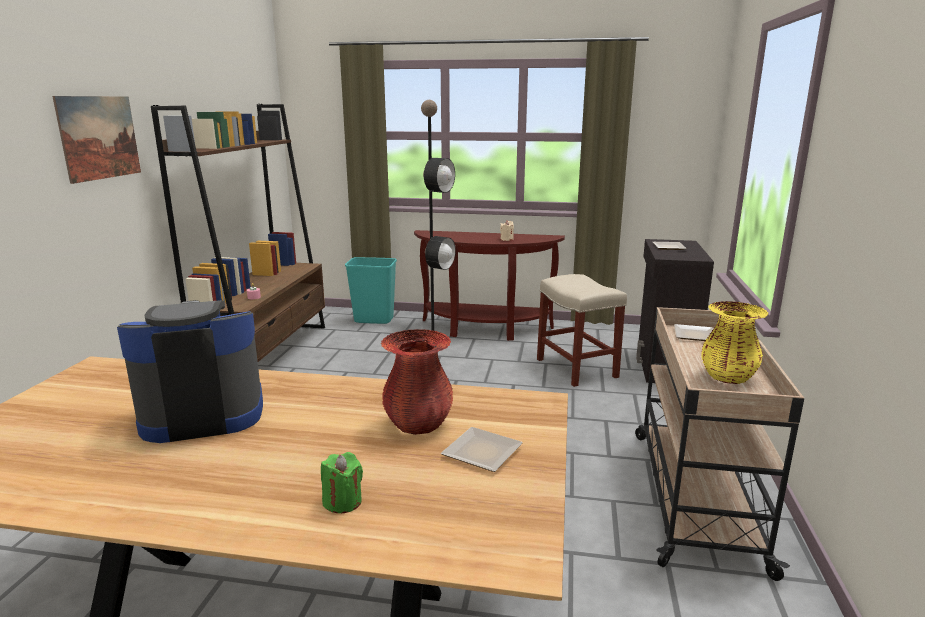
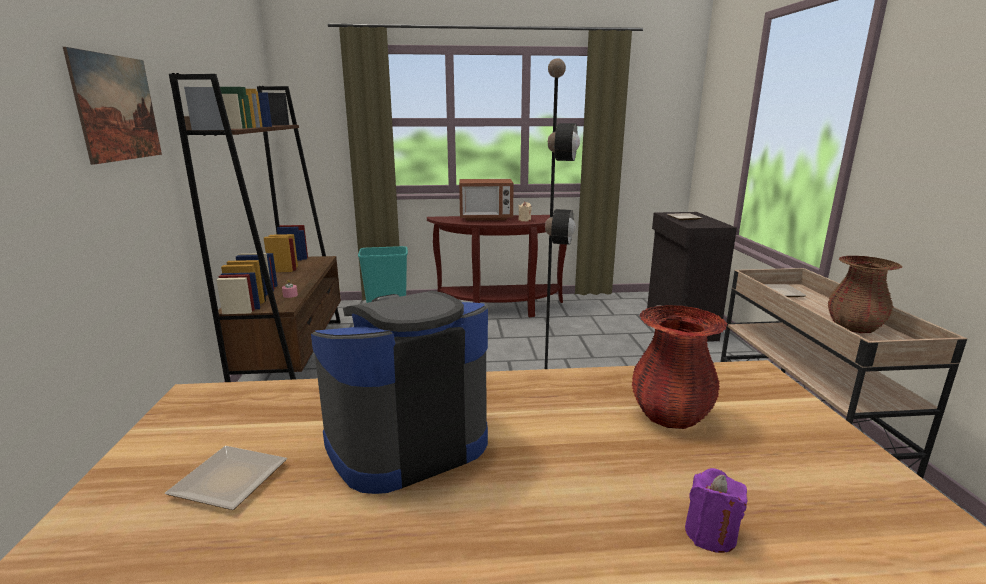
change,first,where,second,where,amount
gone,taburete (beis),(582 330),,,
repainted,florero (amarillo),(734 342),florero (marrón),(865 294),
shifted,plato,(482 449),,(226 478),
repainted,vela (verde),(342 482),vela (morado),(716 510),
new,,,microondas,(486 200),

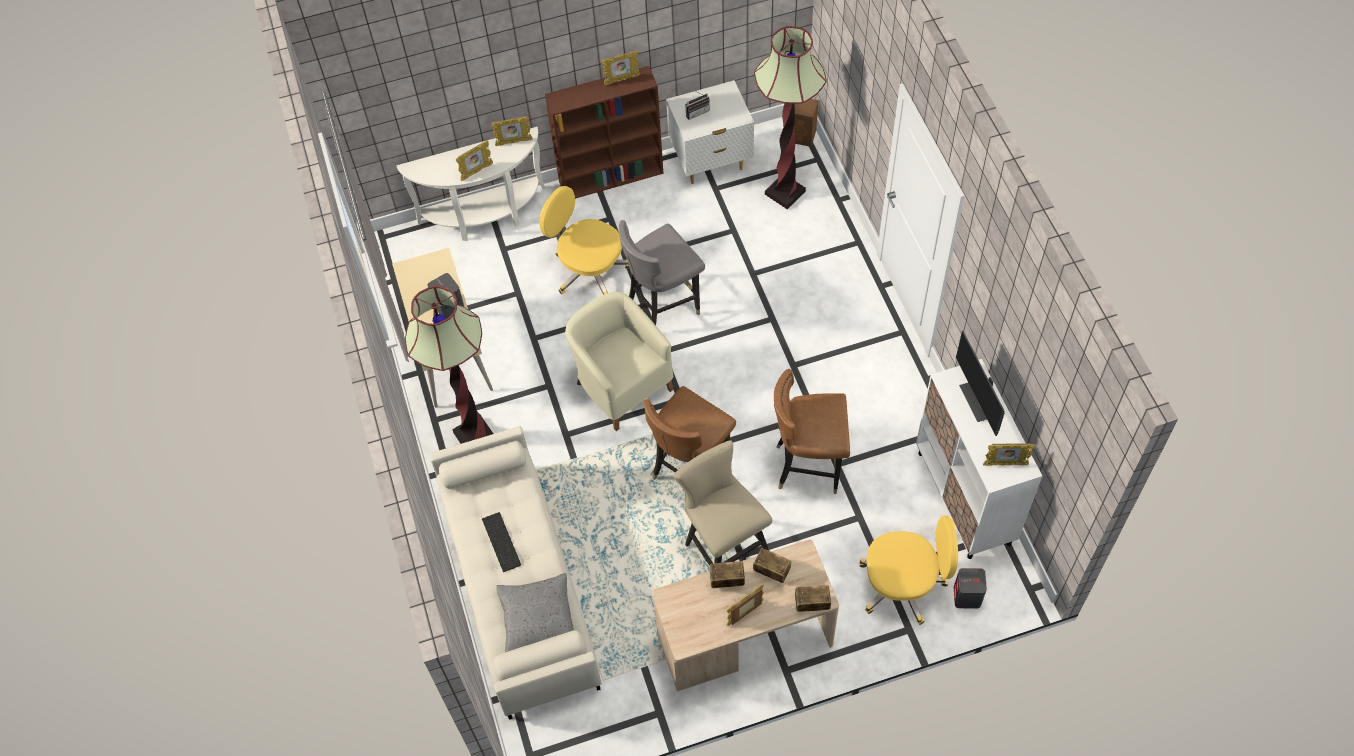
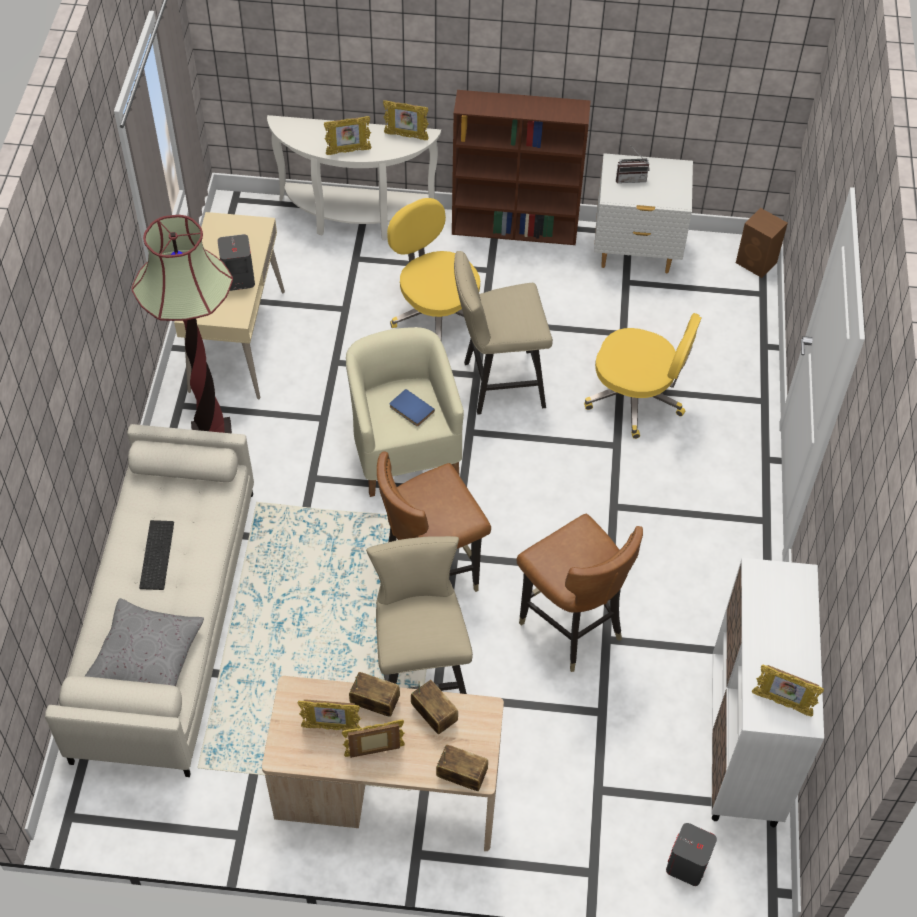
change,first,where,second,where,amount
gone,lámpara de pie,(790 117),,,
shifted,portarretratos,(620 67),,(329 714),
swapped,silla (gris),(662 272),taburete (beis),(503 333),
gone,monitor,(980 383),,,
rotated,silla (marrón),(812 431),,(579 593),150 degrees counterclockwise
shifted,silla de oficina (amarillo),(909 570),,(643 376),
new,,,libro (azul),(412 407),

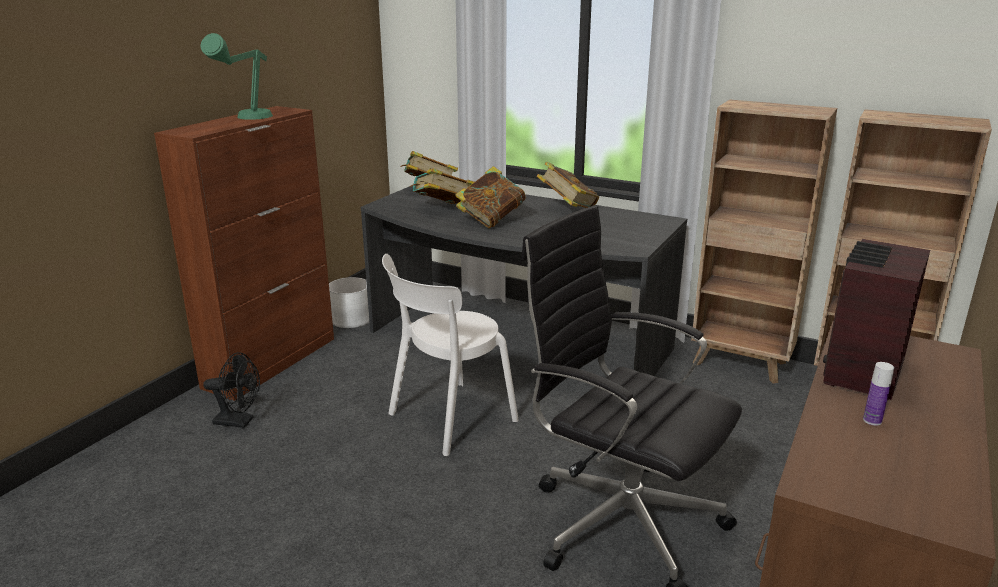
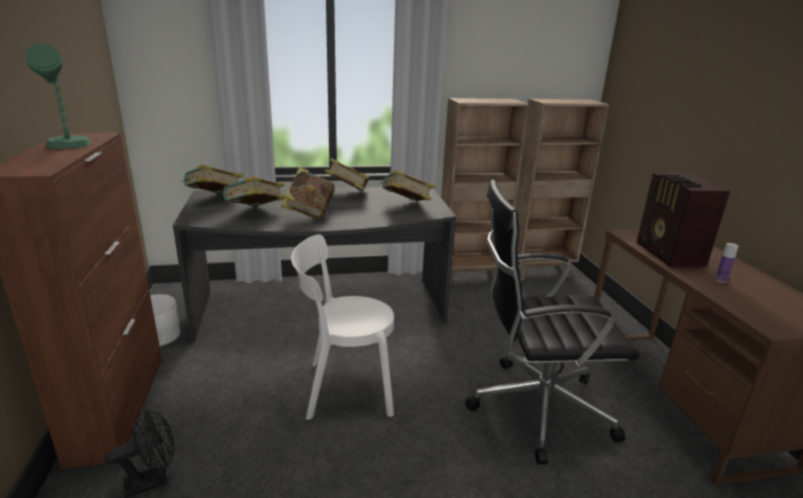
change,first,where,second,where,amount
rotated,silla (blanco),(450 355),,(342 327),75 degrees clockwise
new,,,libro,(407 185),

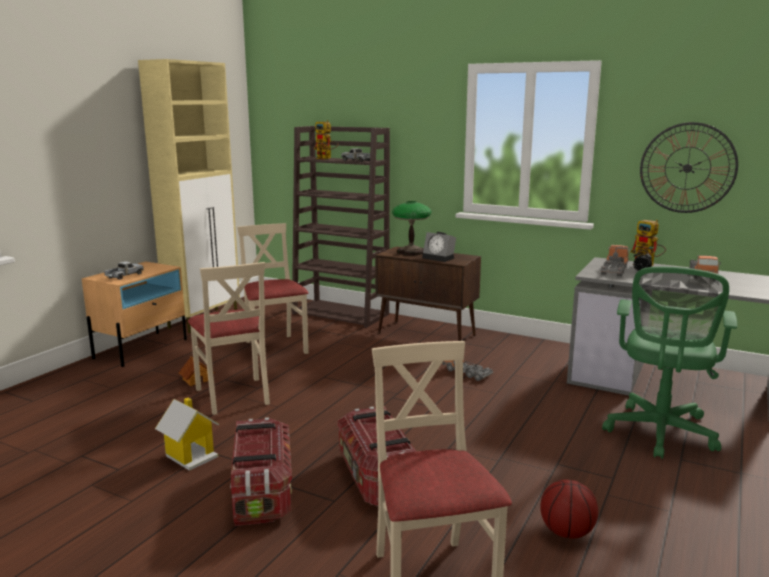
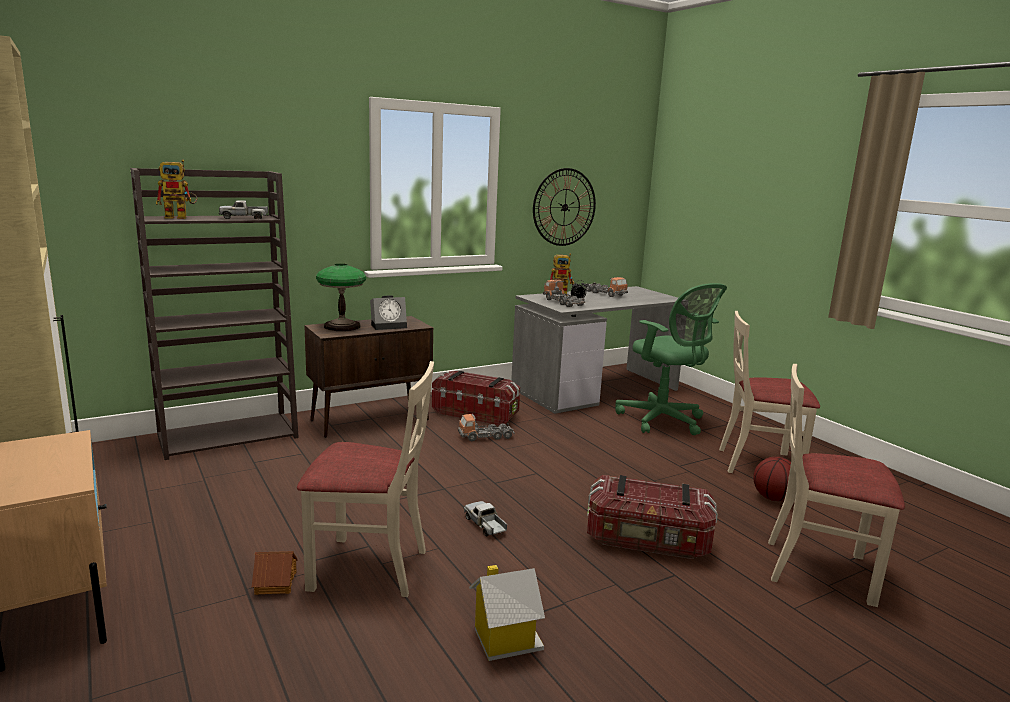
change,first,where,second,where,amount
shifted,silla (beis),(273 288),,(769 392),
shifted,camión de juguete,(124 271),,(485 518),
shifted,caja de almacenaje,(261 471),,(476 398),

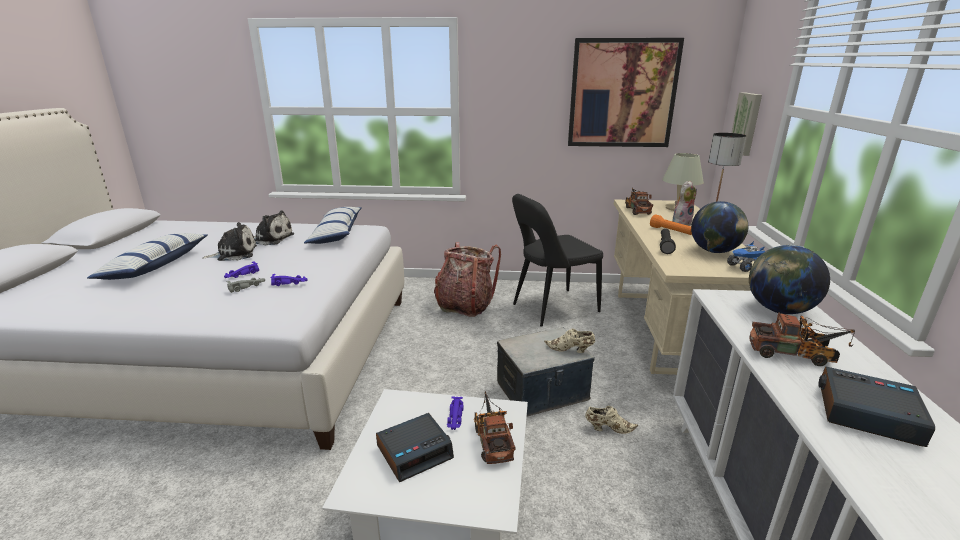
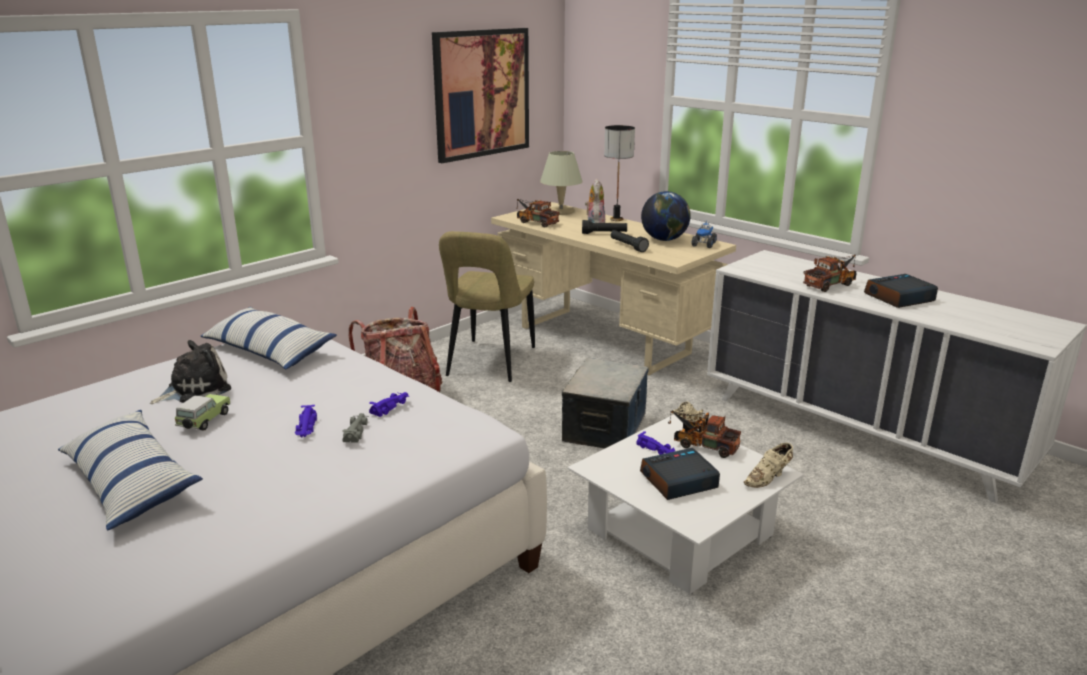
change,first,where,second,where,amount
gone,cuadro,(746 124),,,
repainted,silla (negro),(557 260),silla (beis),(487 306),
repainted,linterna (naranja),(671 224),linterna (negro),(604 227),
swapped,peluche,(229 241),coche de juguete,(202 412),
gone,globo terráqueo,(789 279),,,
shifted,zapato (beis),(569 341),,(768 465),
rotated,despertador,(415 447),,(680 474),120 degrees counterclockwise

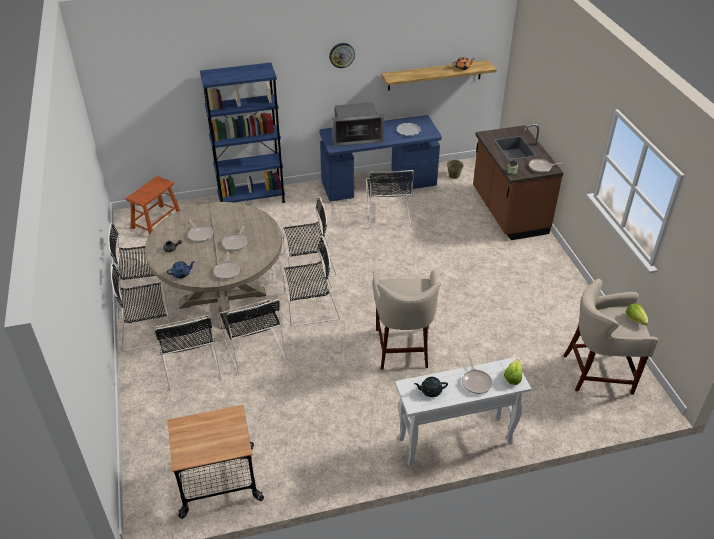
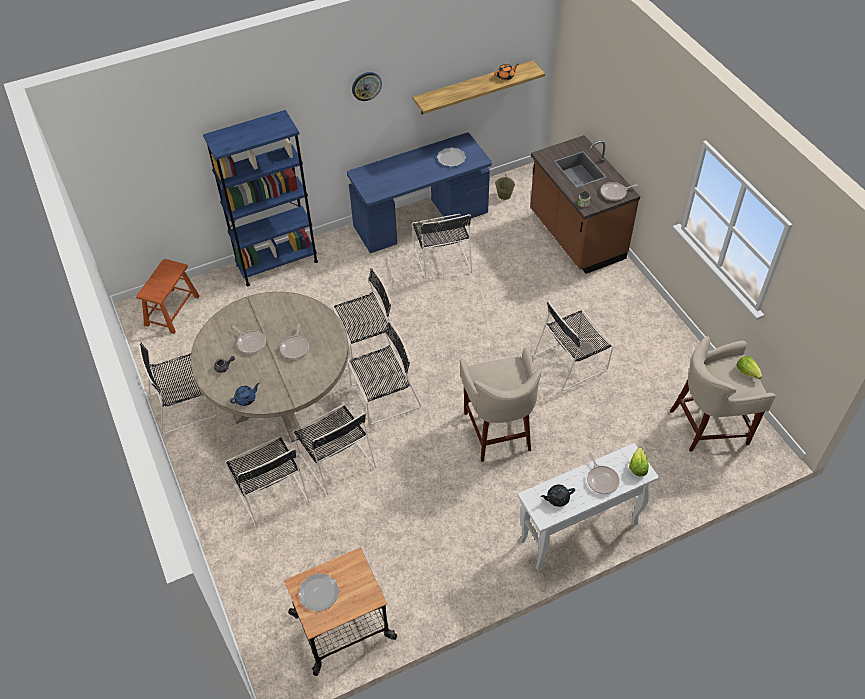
change,first,where,second,where,amount
gone,microondas,(358 124),,,
gone,sartén,(227 266),,,
shifted,silla (negro),(142 307),,(573 346),
new,,,plato,(318 592),

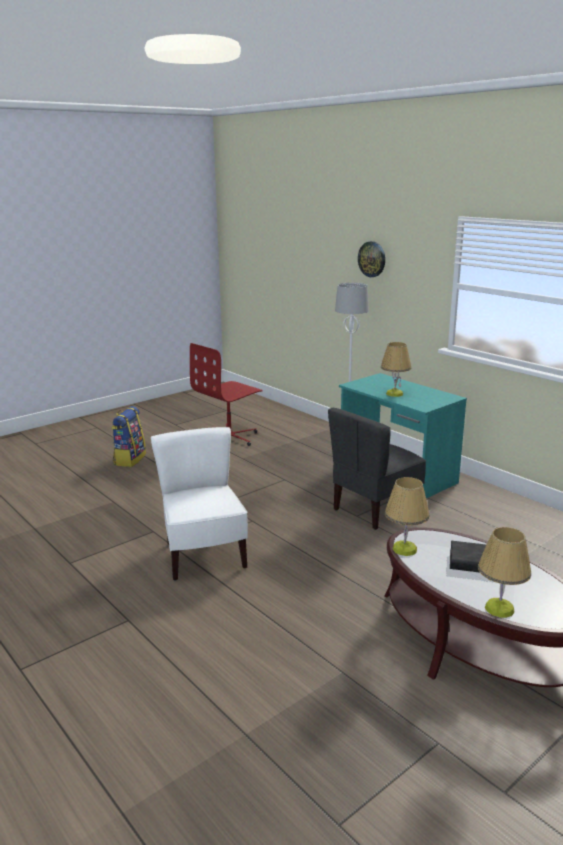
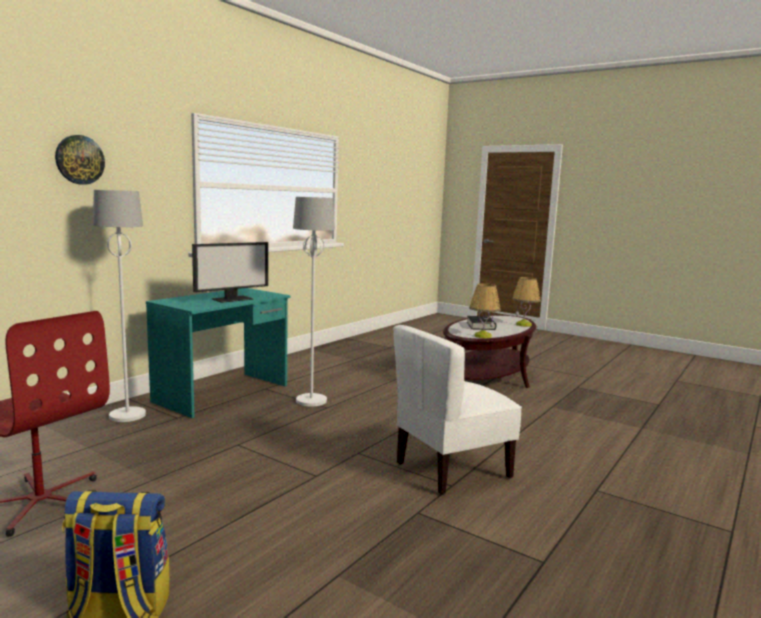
change,first,where,second,where,amount
swapped,lámpara de mesa,(396 369),monitor,(230 272),
swapped,silla (gris),(377 469),lámpara de pie (blanco),(314 302),

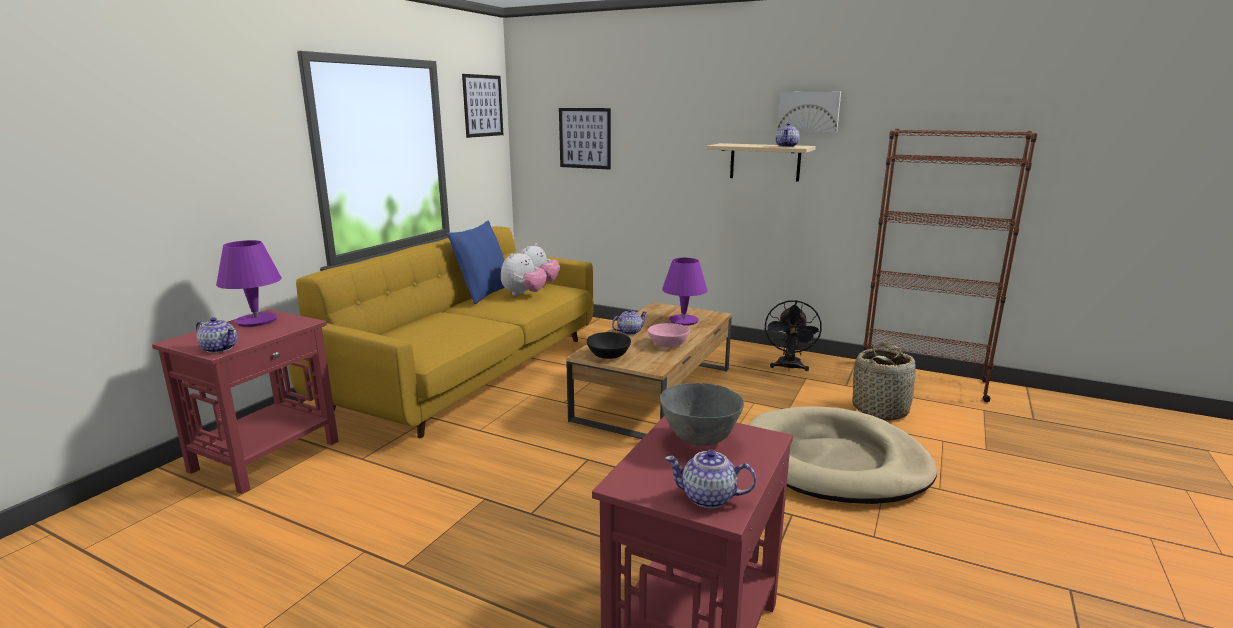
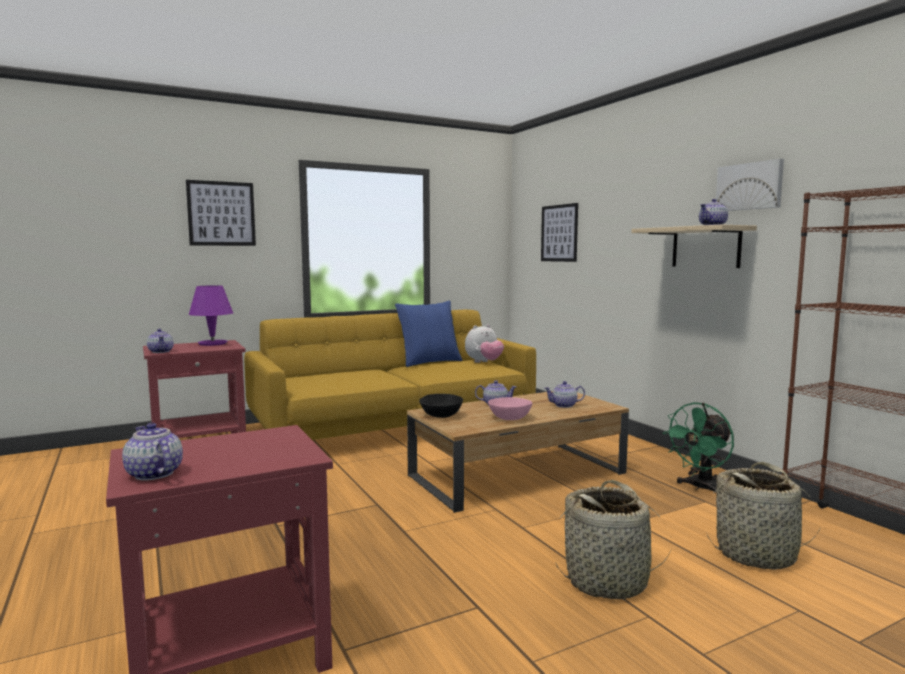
change,first,where,second,where,amount
shifted,cuadro,(482 106),,(221 213),
gone,peluche,(524 273),,,
swapped,lámpara de mesa (morado),(685 292),tetera,(565 394),
repainted,ventilador (negro),(793 335),ventilador (verde),(698 448),
gone,cuenco (gris),(702 414),,,
swapped,cama para perro (beis),(842 455),cesta,(613 539),

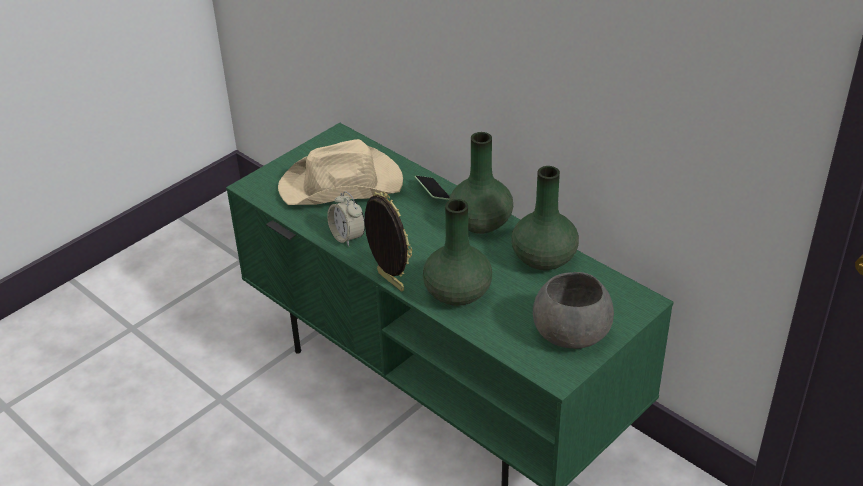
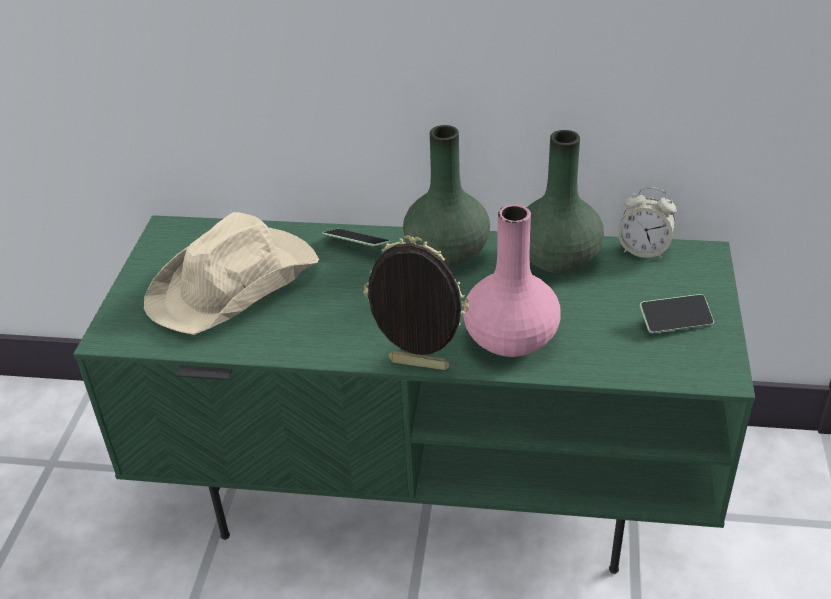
change,first,where,second,where,amount
shifted,despertador,(346 219),,(647 223),
repainted,florero (verde),(457 252),florero (rosa),(512 280),
swapped,cuenco (gris),(573 310),móvil,(677 313),

